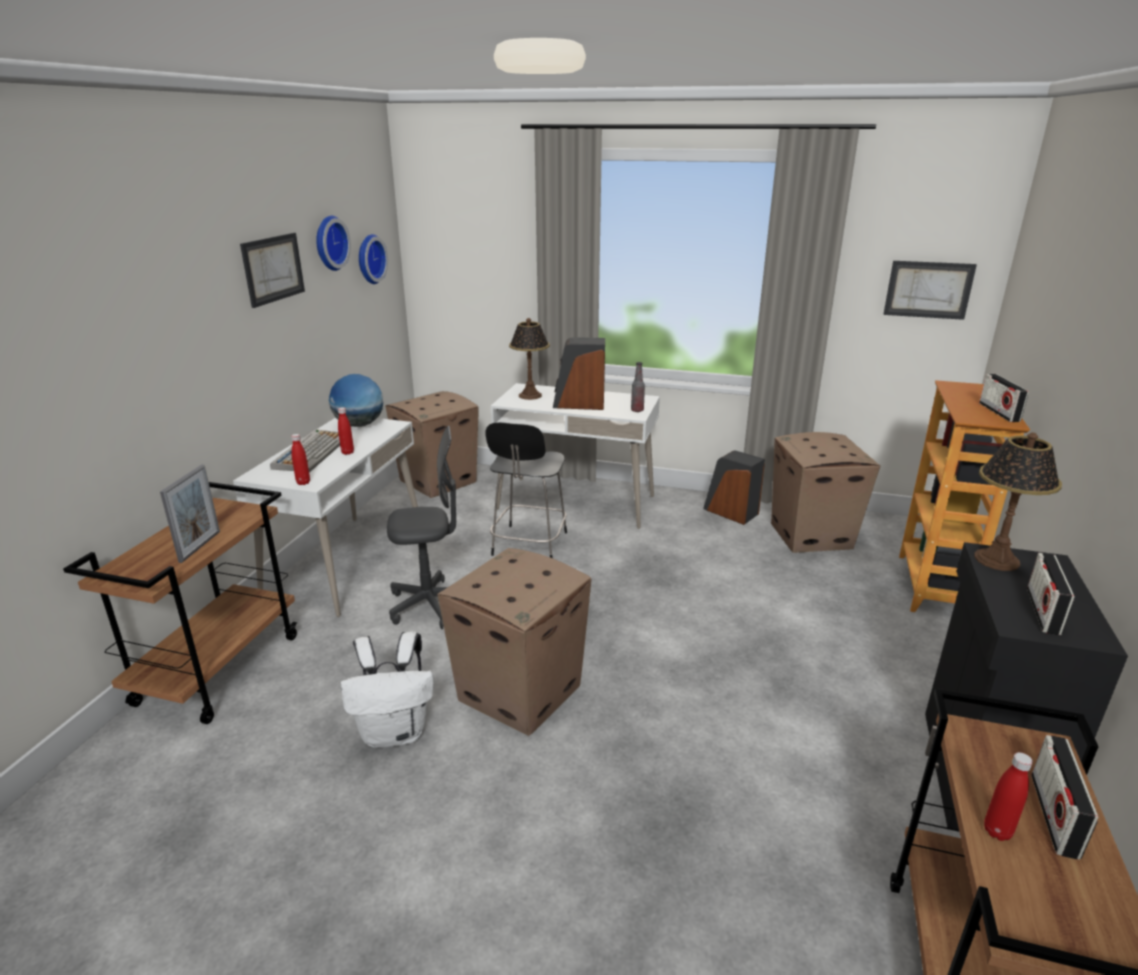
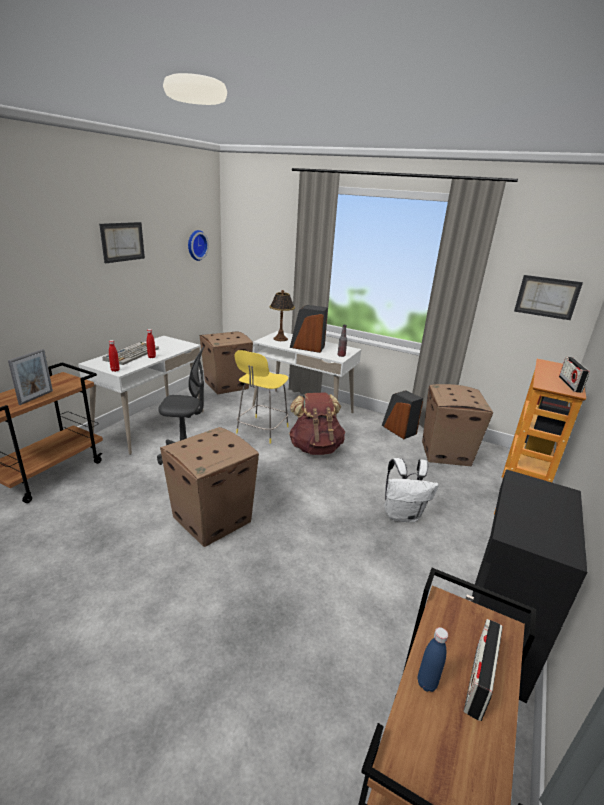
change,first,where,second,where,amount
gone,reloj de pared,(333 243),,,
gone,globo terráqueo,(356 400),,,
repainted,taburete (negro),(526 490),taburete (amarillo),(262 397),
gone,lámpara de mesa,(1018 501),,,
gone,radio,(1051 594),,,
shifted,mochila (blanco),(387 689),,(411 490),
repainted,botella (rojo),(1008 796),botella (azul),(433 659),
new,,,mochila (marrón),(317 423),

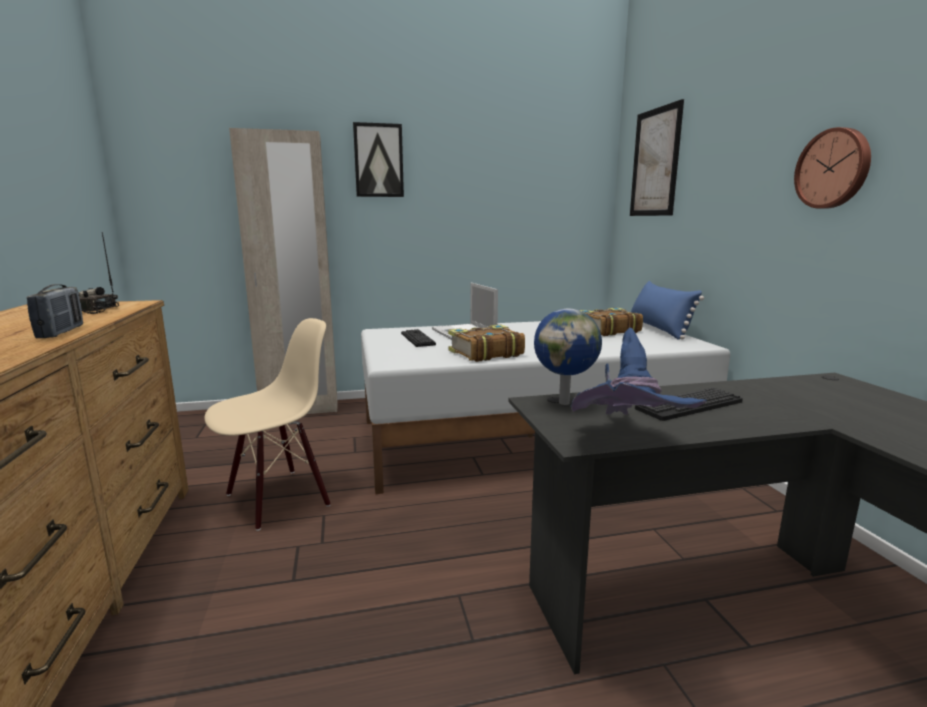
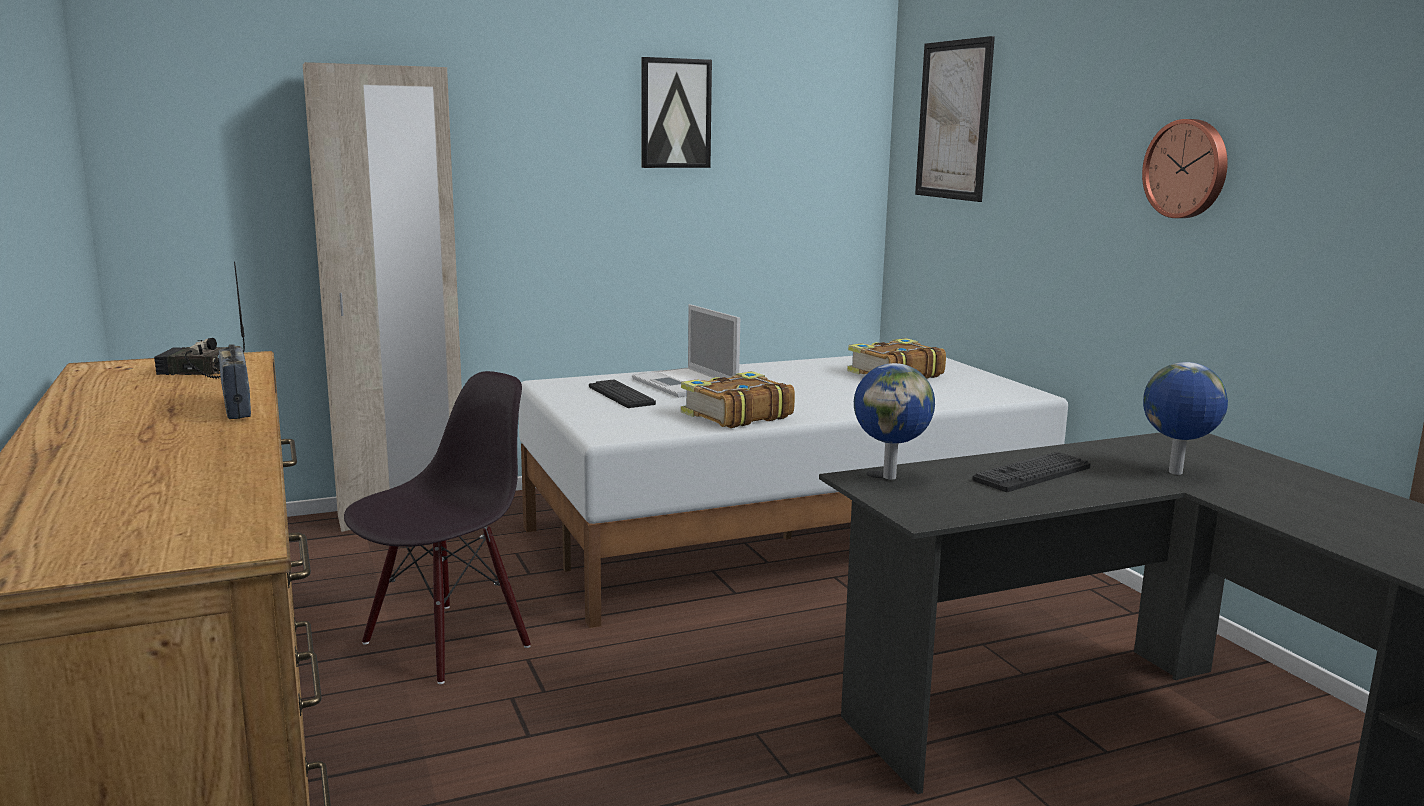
change,first,where,second,where,amount
shifted,cuadro,(378 159),,(676 112),
gone,cojín (azul),(667 310),,,
repainted,silla (beis),(267 424),silla (negro),(437 527),
gone,sombrero (azul),(638 371),,,
new,,,globo terráqueo,(1185 418),

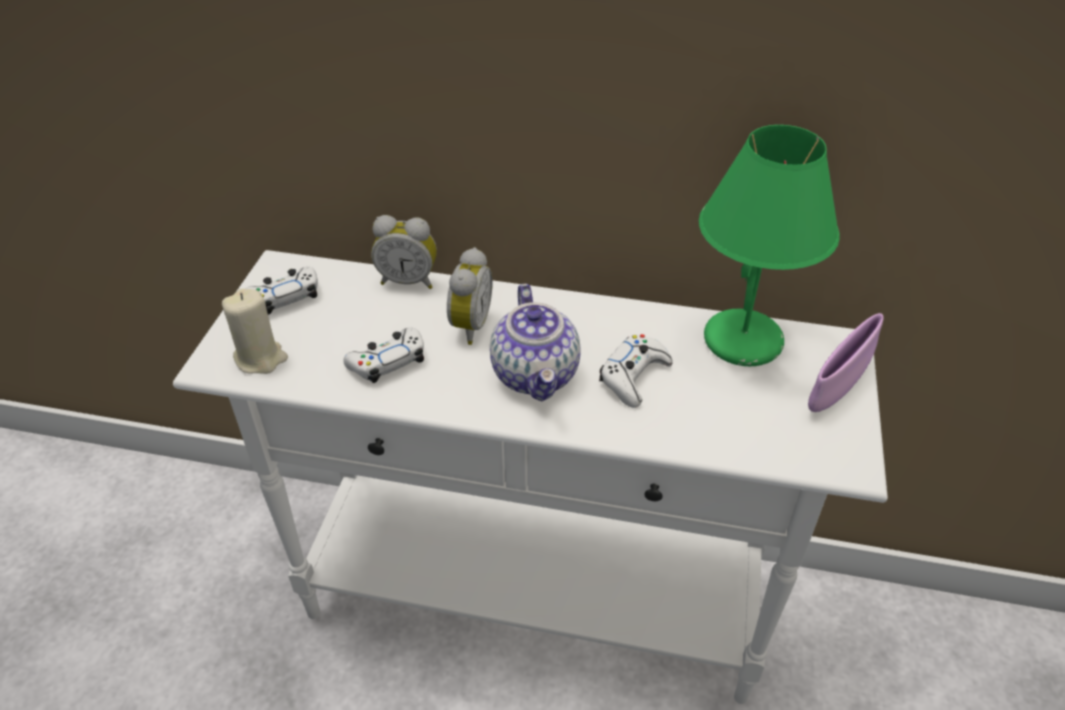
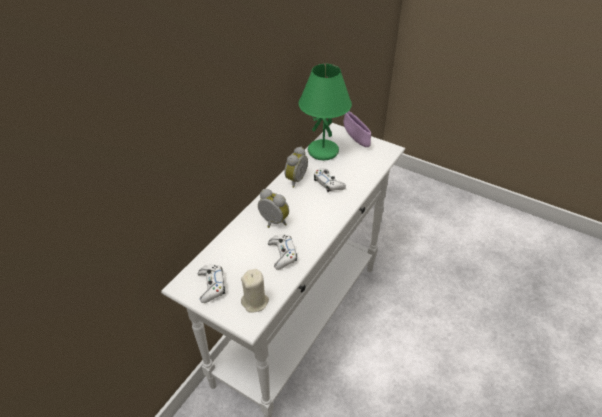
change,first,where,second,where,amount
shifted,despertador,(404 252),,(296 167),
gone,tetera,(535 343),,,

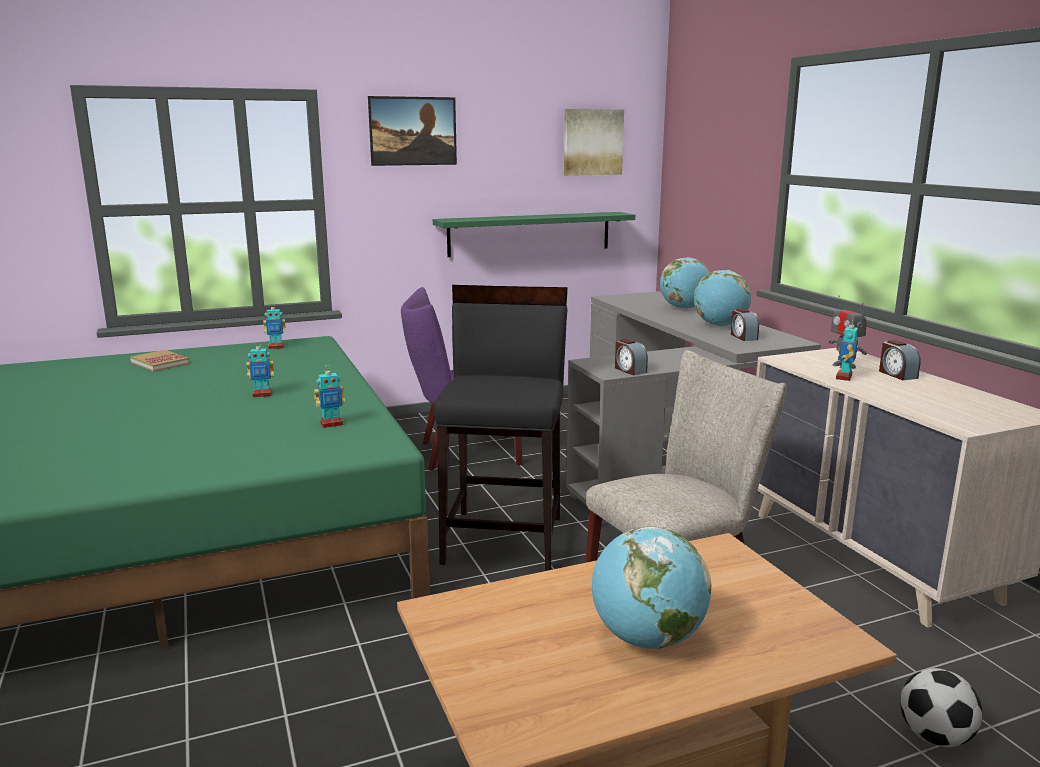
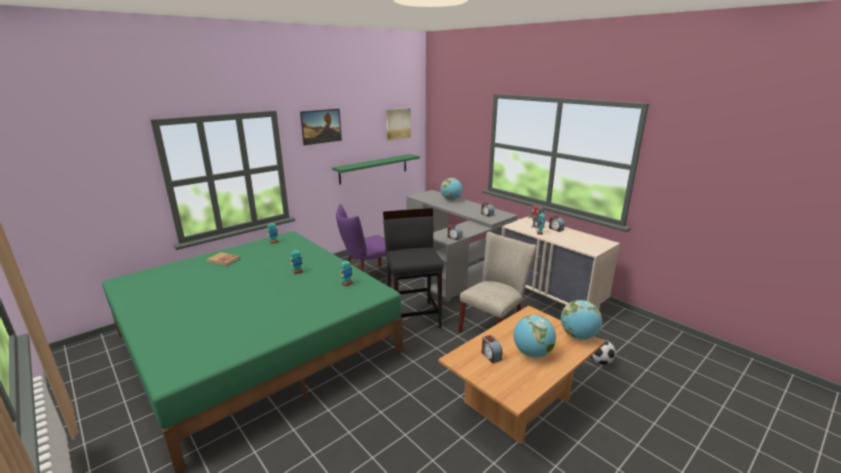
change,first,where,second,where,amount
shifted,globo terráqueo,(722 298),,(581 320),
new,,,despertador,(492 349),

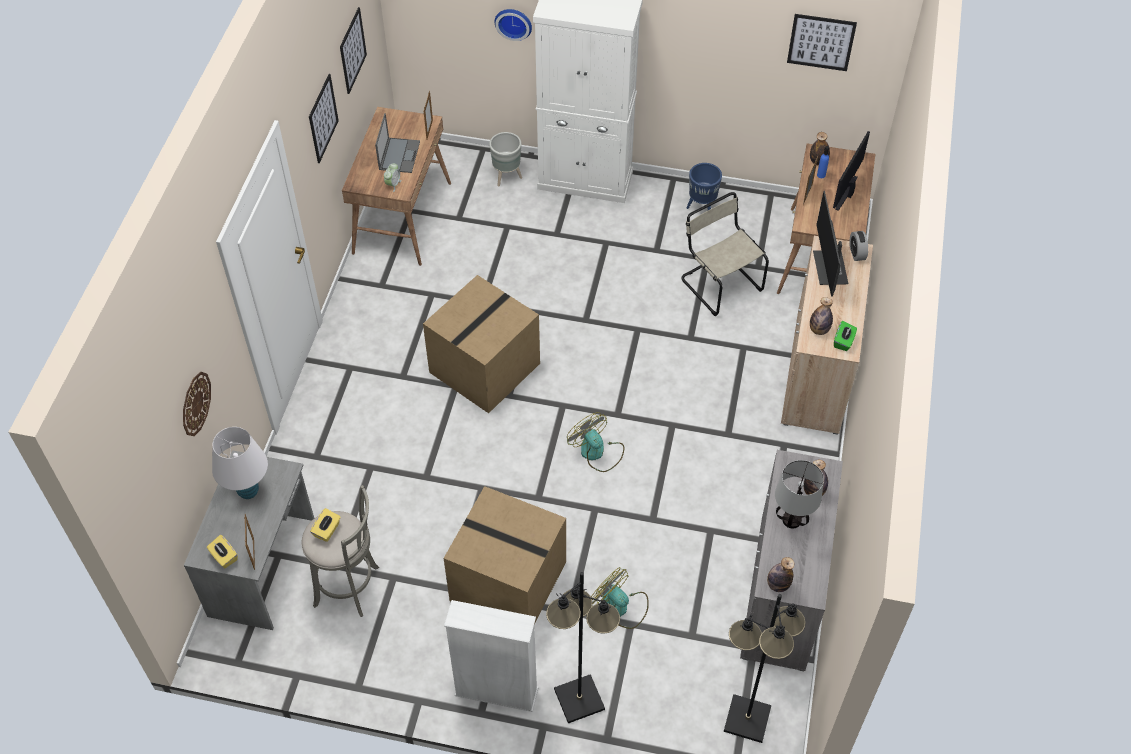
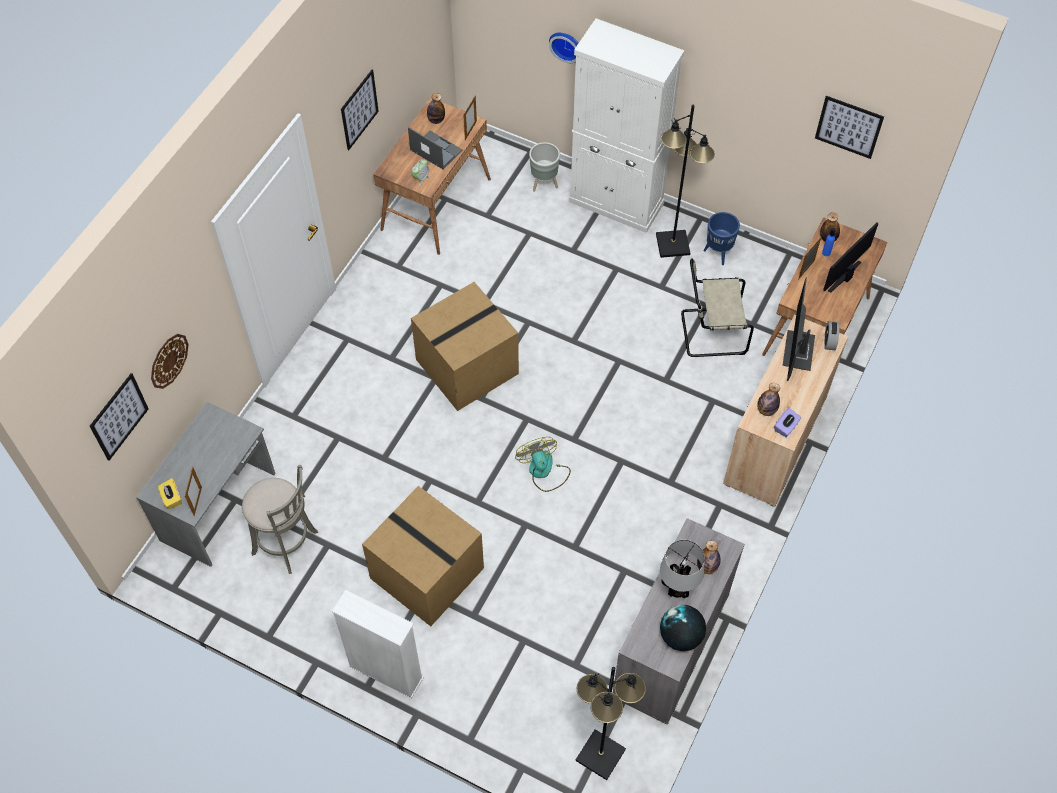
change,first,where,second,where,amount
shifted,cuadro,(353 50),,(119 417),
rotated,portátil,(397 143),,(435 148),75 degrees counterclockwise
rotated,silla (beis),(725 254),,(717 307),75 degrees counterclockwise
repainted,caja de pañuelos (verde),(845 336),caja de pañuelos (morado),(787 422),
gone,lámpara de mesa (blanco),(240 463),,,
gone,caja de pañuelos (amarillo),(325 525),,,
shifted,botella,(780 574),,(436 108),
gone,ventilador,(620 598),,,
shifted,lámpara de pie (negro),(583 647),,(685 181),
new,,,globo terráqueo,(683 628),

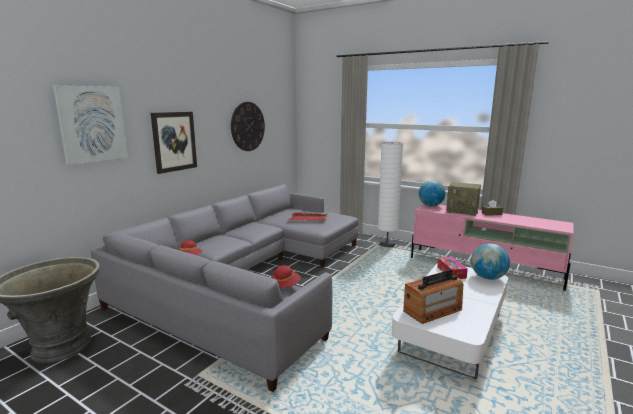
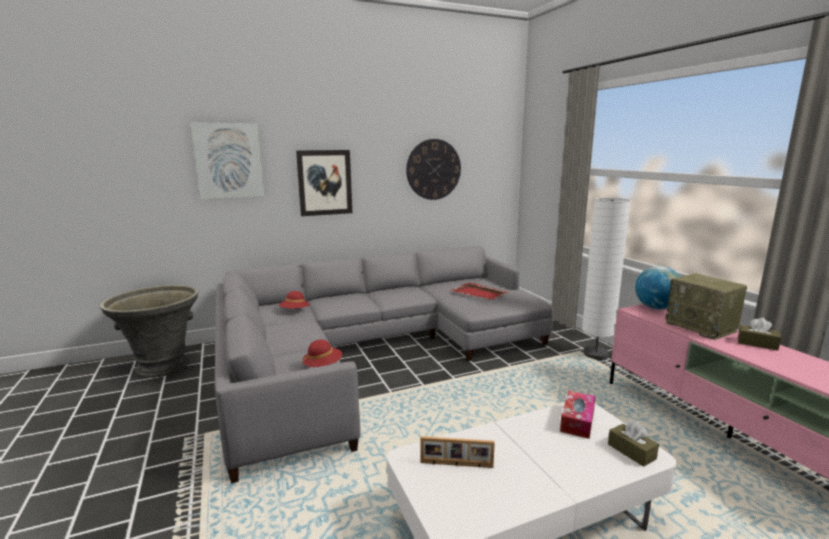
change,first,where,second,where,amount
swapped,globo terráqueo,(490 261),caja de pañuelos (marrón),(633 443),
swapped,radio,(433 297),portarretratos,(457 452),

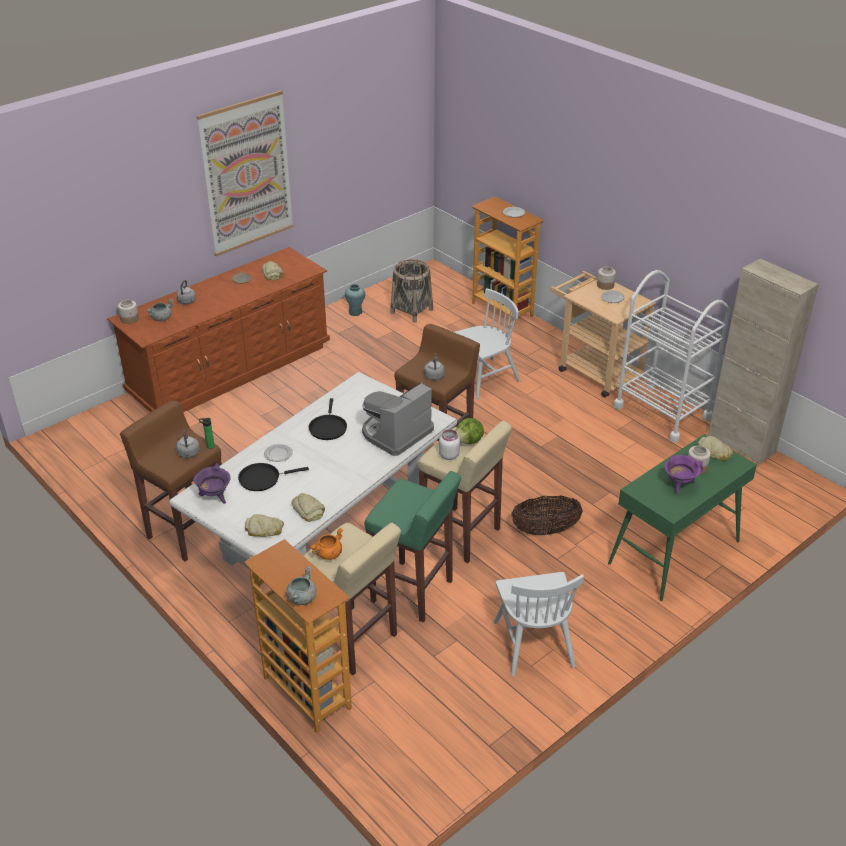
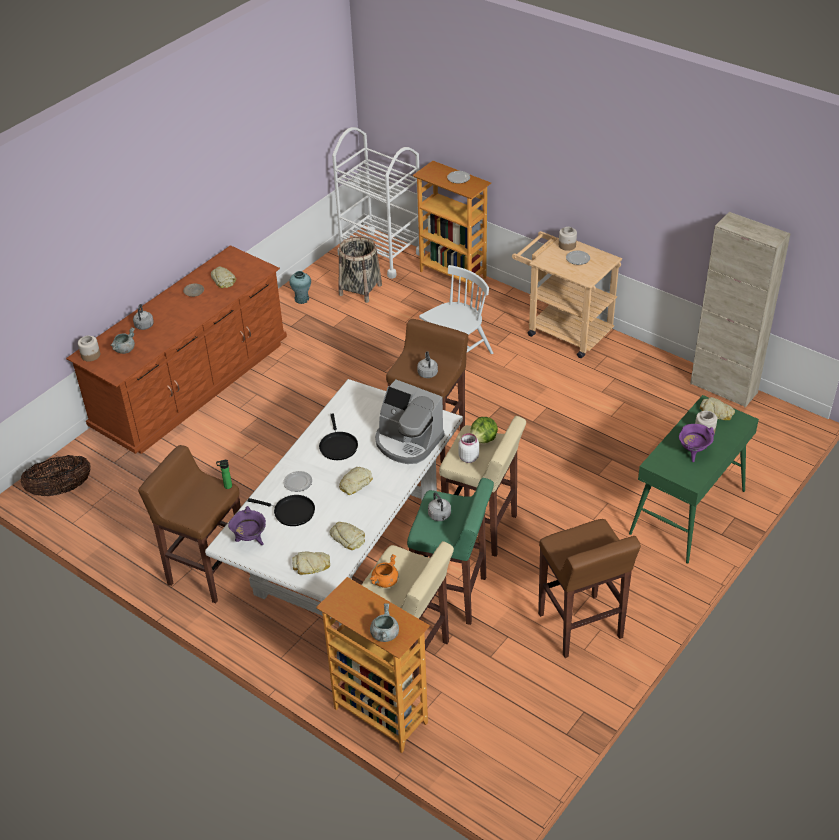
change,first,where,second,where,amount
gone,cuadro,(245 173),,,
shifted,carrito (blanco),(672 356),,(378 203),
rotated,cafetera,(398 419),,(409 422),90 degrees counterclockwise
shifted,hervidor (gris),(188 443),,(439 506),
rotated,sartén (negro),(273 477),,(281 510),135 degrees counterclockwise
shifted,cesta,(547 515),,(56 475),
swapped,silla (blanco),(539 624),taburete (marrón),(589 588),
new,,,pan,(356 481),

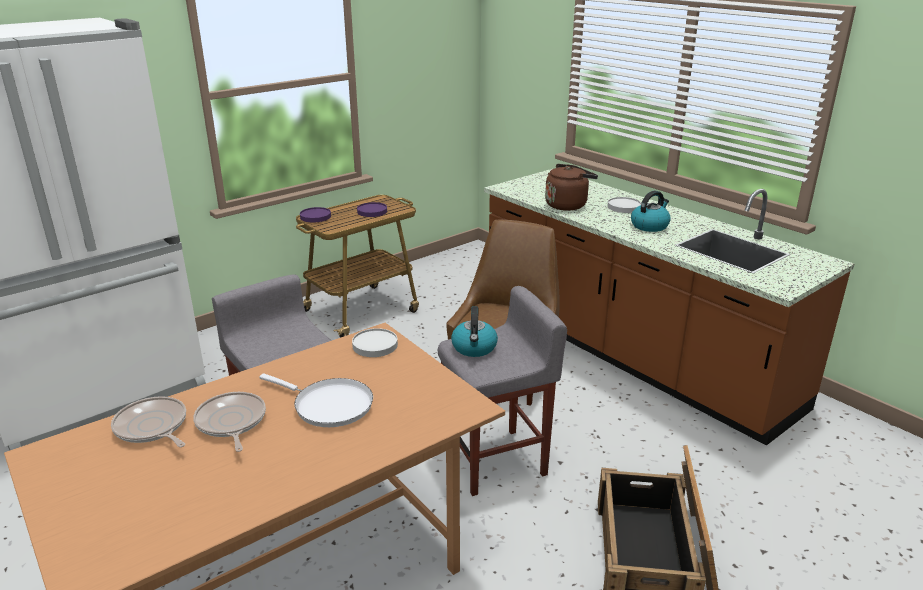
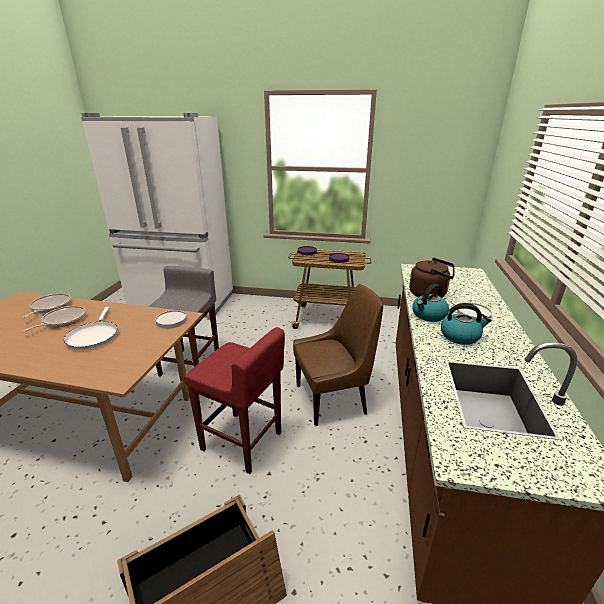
change,first,where,second,where,amount
repainted,taburete (gris),(502 391),taburete (rojo),(234 400),
shifted,hervidor,(474 331),,(430 303),

